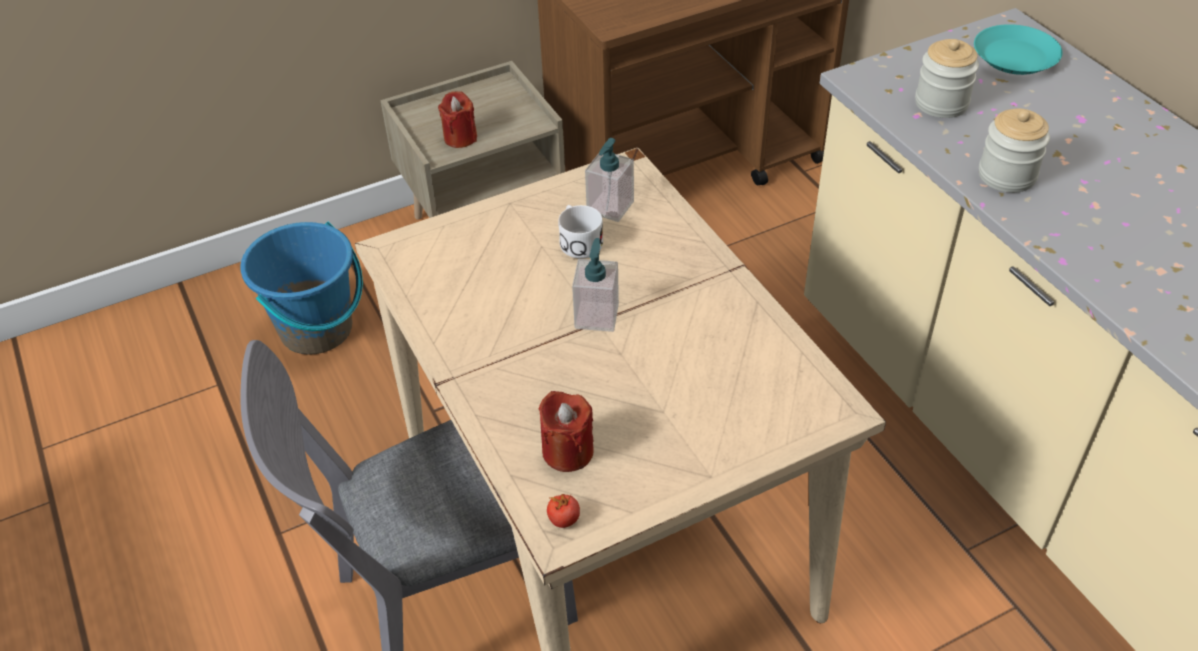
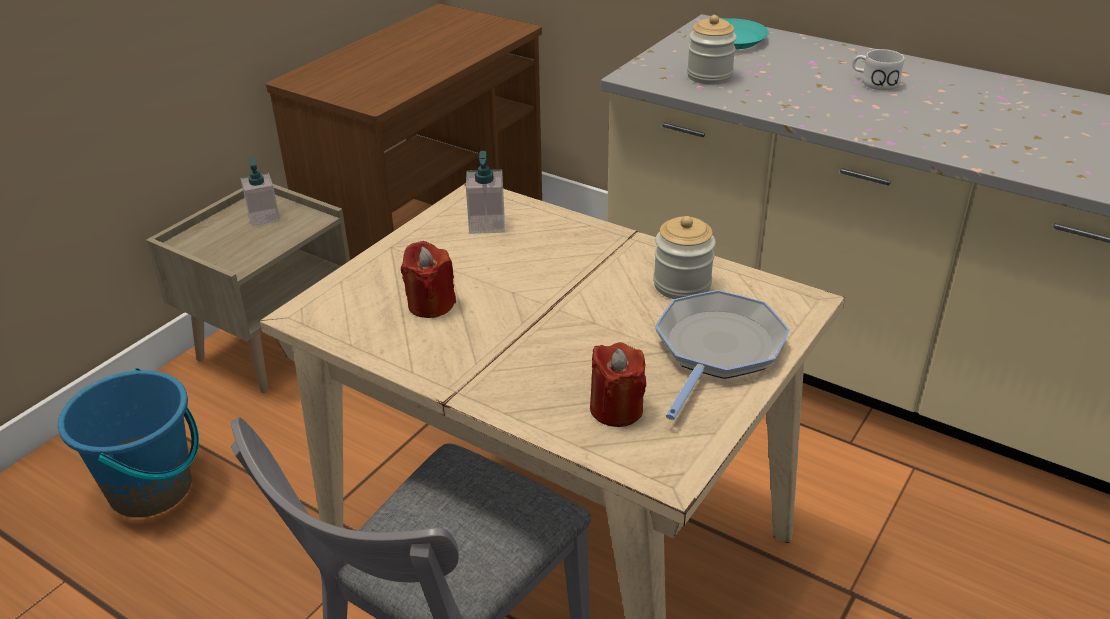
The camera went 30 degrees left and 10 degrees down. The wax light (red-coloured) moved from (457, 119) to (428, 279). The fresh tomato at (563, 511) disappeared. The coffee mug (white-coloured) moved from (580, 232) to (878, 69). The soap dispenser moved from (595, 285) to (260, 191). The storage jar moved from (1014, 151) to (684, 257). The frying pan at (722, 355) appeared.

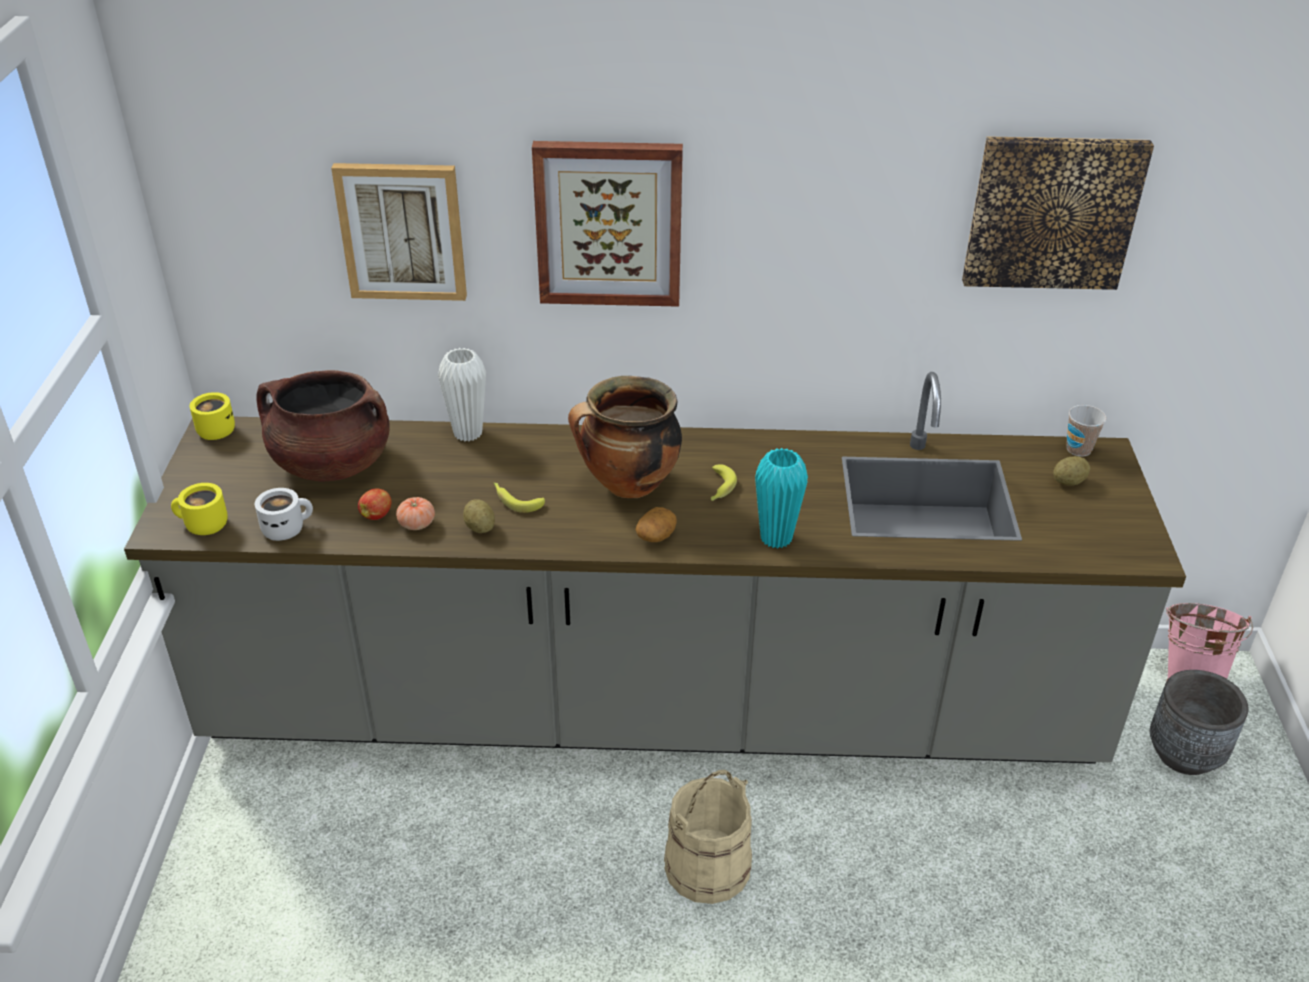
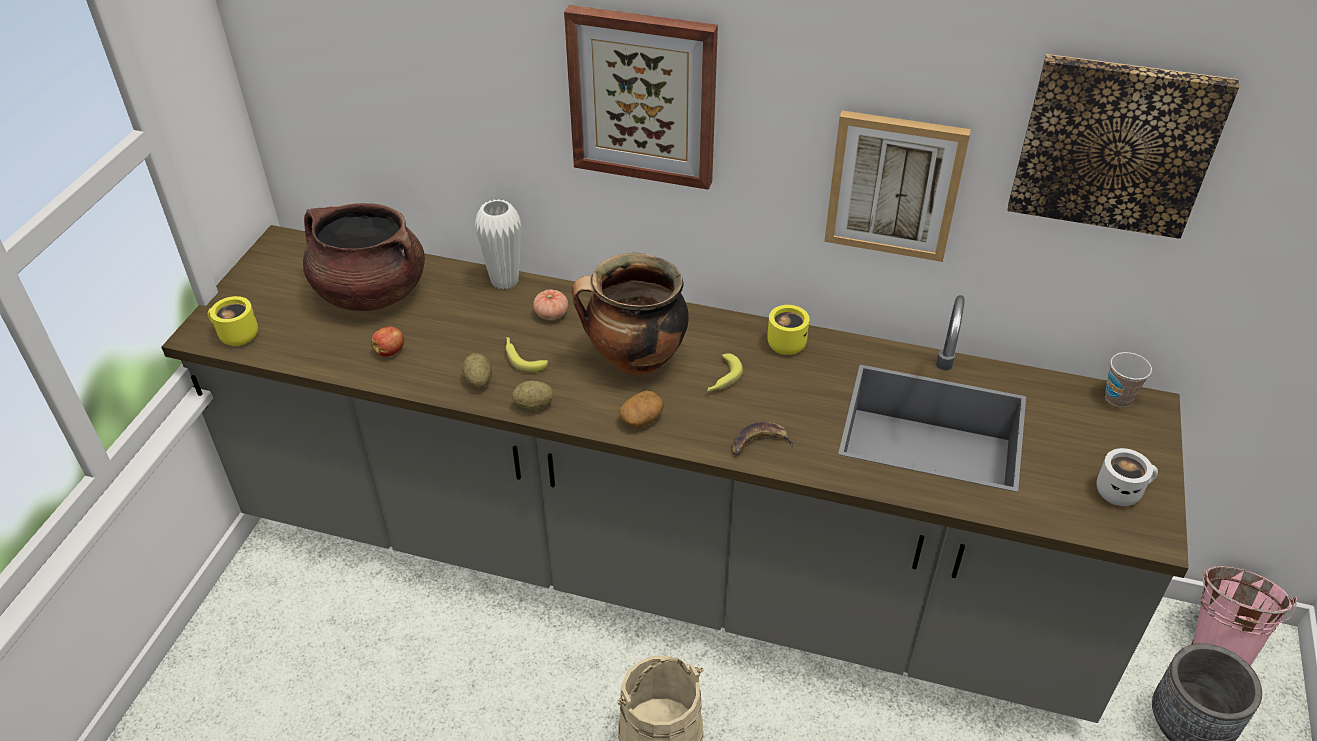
The camera went 15 degrees right and 5 degrees up. The coffee mug (yellow-coloured) moved from (212, 416) to (788, 330). The coffee mug (white-coloured) moved from (284, 514) to (1127, 477). The picture moved from (399, 232) to (897, 186). The fresh tomato moved from (415, 513) to (550, 304). The flower vase (blue-green) at (781, 498) was replaced by the banana fruit at (763, 438). The potato moved from (1071, 471) to (533, 396).

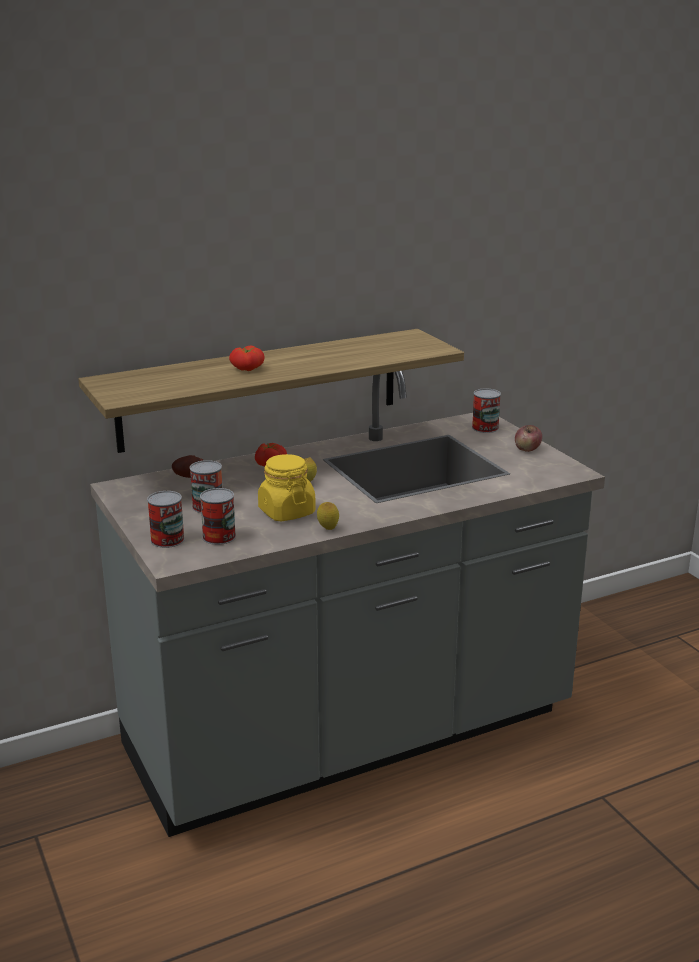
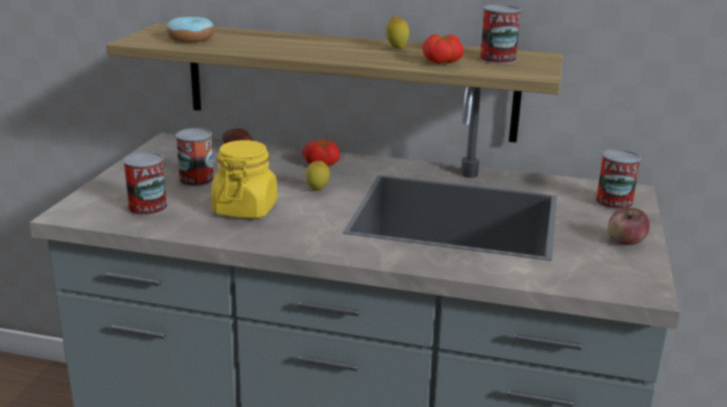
The camera went 40 degrees right and 0 degrees up. The sealed can moved from (166, 519) to (500, 34). The fresh tomato moved from (247, 358) to (443, 49). The whole lemon moved from (328, 516) to (397, 32). The donut at (190, 29) appeared.

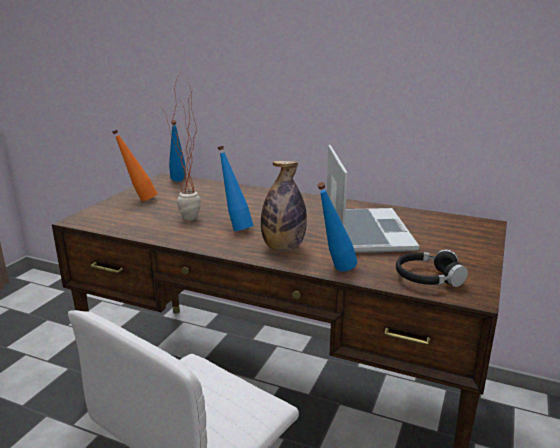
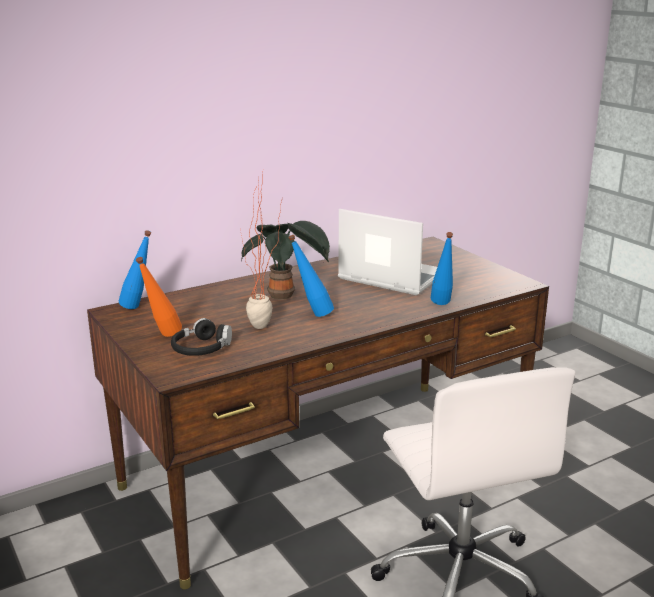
The camera went 55 degrees left and 0 degrees up. The bottle at (284, 206) disappeared. The headphones (black-coloured) moved from (432, 268) to (201, 337). The houseplant at (285, 260) appeared.

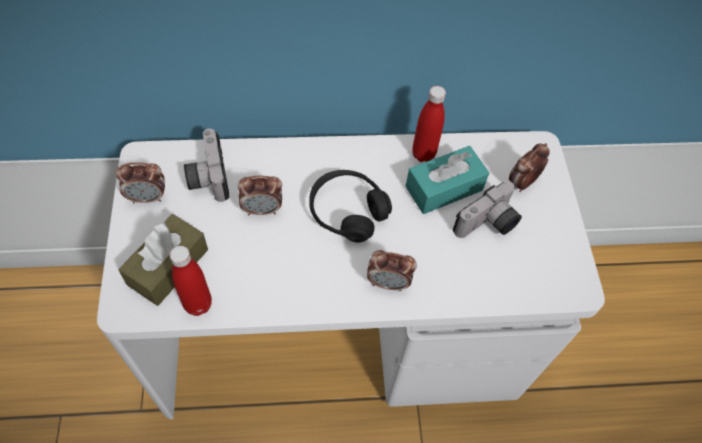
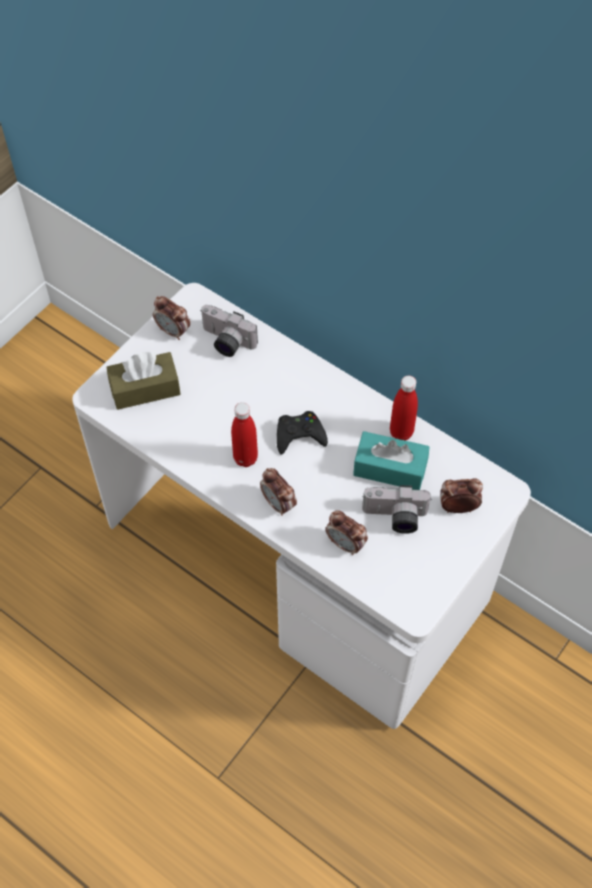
The camera went 45 degrees right and 0 degrees up. The bottle (red-coloured) moved from (191, 281) to (244, 435). The still camera at (206, 165) turned 90 degrees counterclockwise. The table clock moved from (260, 195) to (346, 532). The headphones (black-coloured) at (350, 206) was replaced by the game controller (black-coloured) at (302, 433).

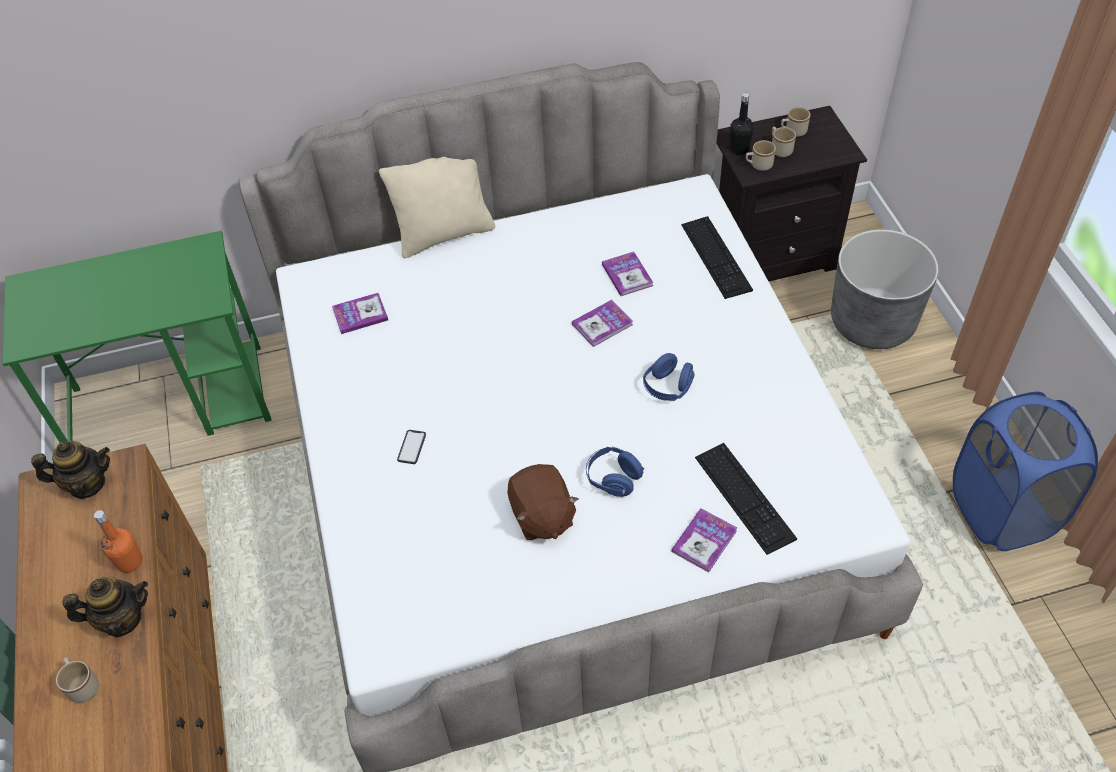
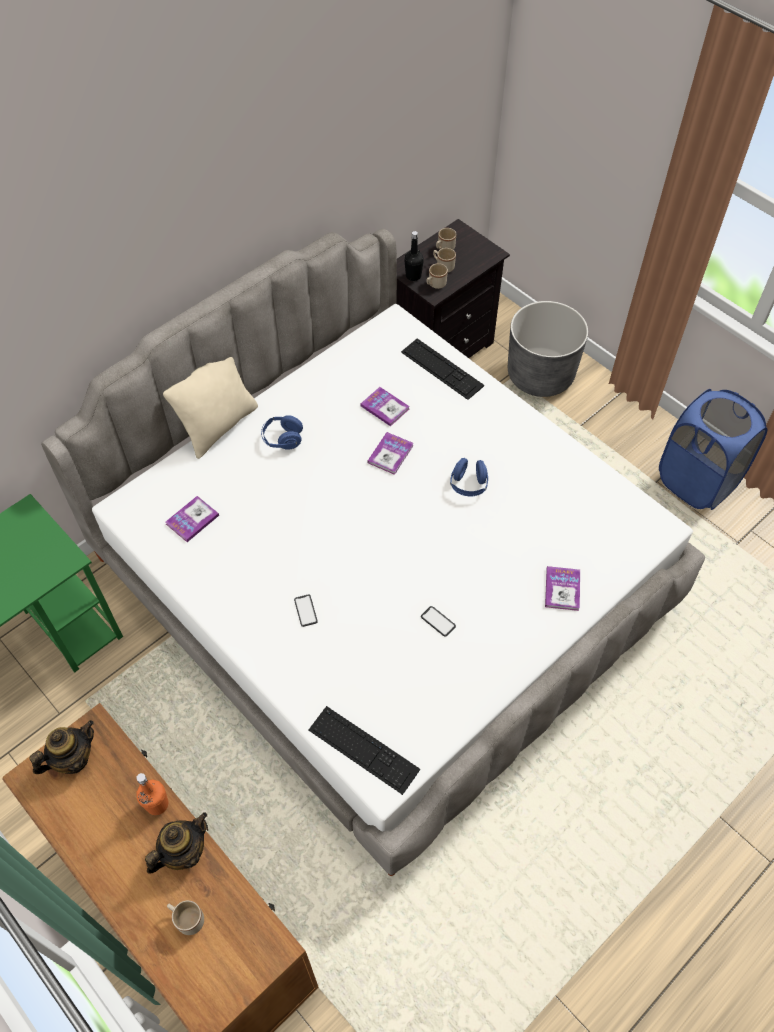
The camera went 30 degrees left and 5 degrees up. The plush toy (brownish) at (542, 502) was replaced by the handset at (438, 621). The headphones (bluish) moved from (615, 472) to (282, 432). The keyboard moved from (746, 499) to (364, 750).

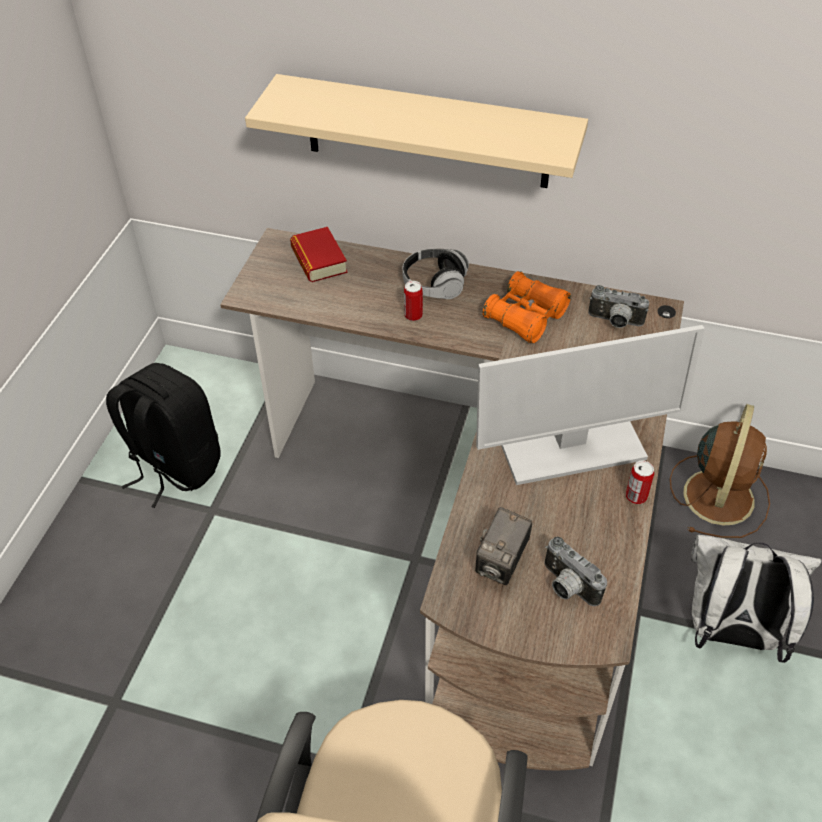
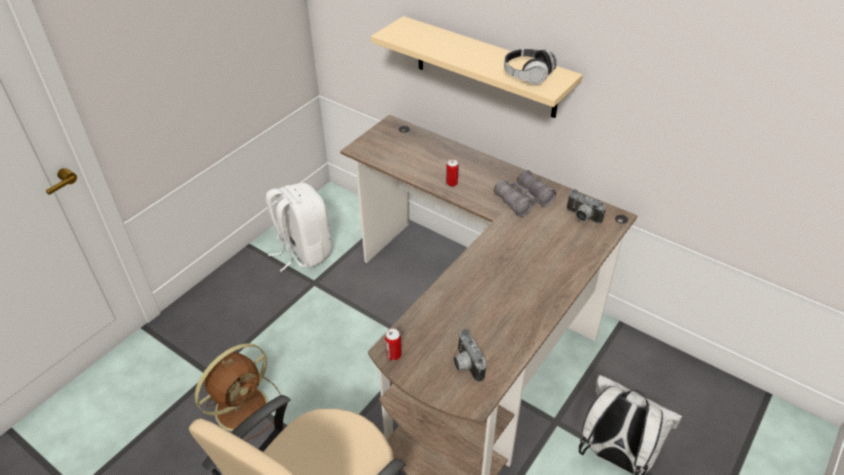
The camera went 20 degrees right and 5 degrees down. The knapsack (black-coloured) at (163, 435) became the knapsack (white-coloured) at (299, 227). The bound book at (319, 254) disappeared. The headphones moved from (435, 273) to (530, 66). The still camera at (503, 546) disappeared. The monitor at (590, 405) disappeared. The field glasses (orangey) at (526, 307) became the field glasses (greyish) at (525, 193). The sealed can moved from (640, 482) to (393, 344). The electric fan (brownish) moved from (720, 471) to (237, 392).

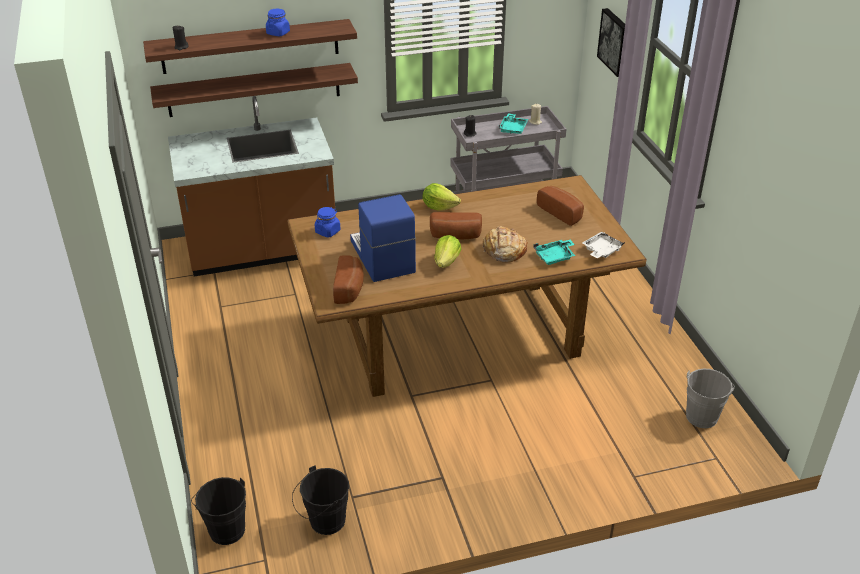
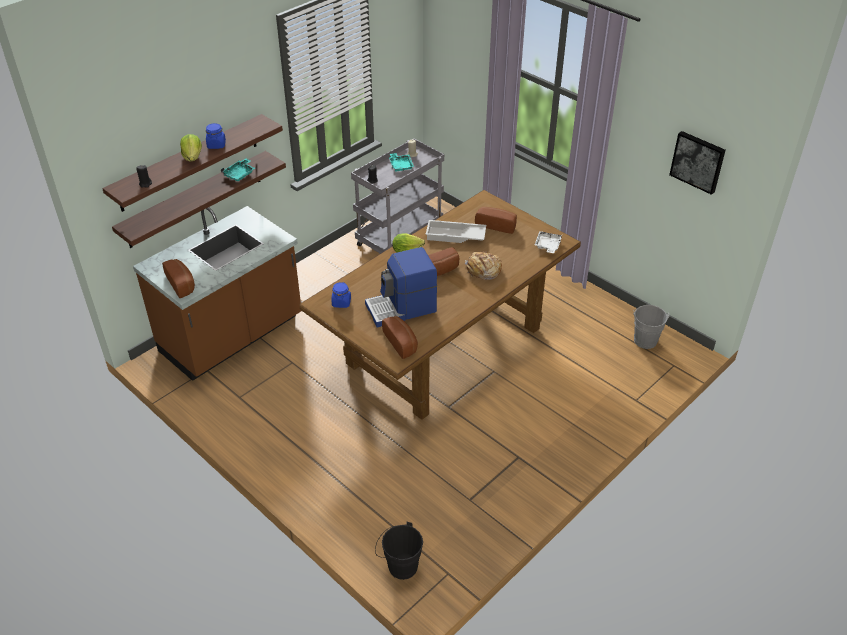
The camera went 30 degrees left and 5 degrees up. The pail (black-coloured) at (320, 500) disappeared. The coffee machine at (383, 238) turned 60 degrees counterclockwise. The head of lettuce moved from (447, 251) to (191, 147). The tray (blue-green) moved from (554, 252) to (238, 169). The picture moved from (611, 42) to (697, 163). The bread at (178, 278) appeared. The tray (white-coloured) at (456, 231) appeared.

